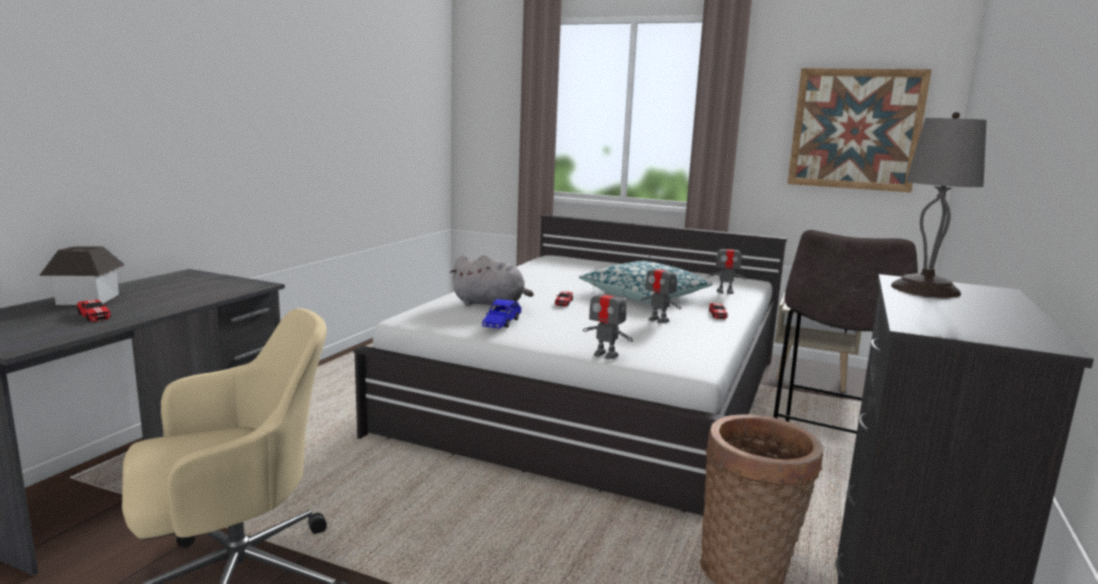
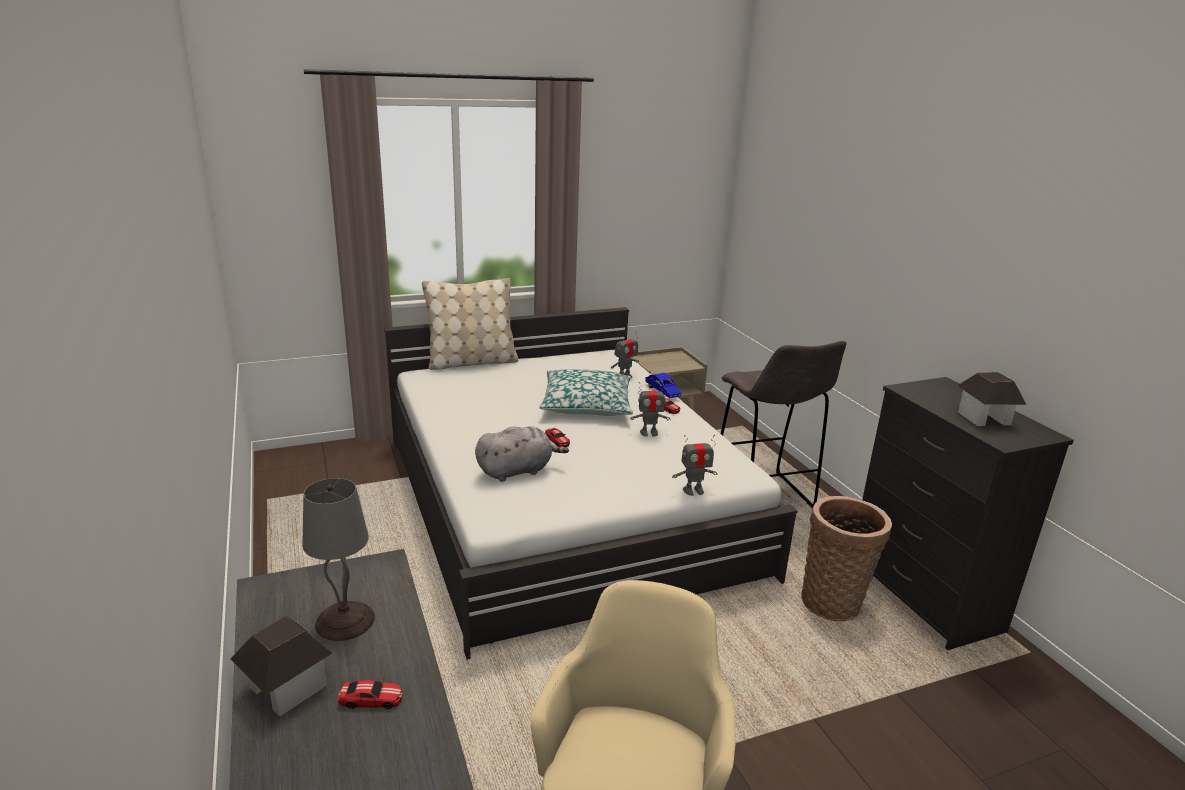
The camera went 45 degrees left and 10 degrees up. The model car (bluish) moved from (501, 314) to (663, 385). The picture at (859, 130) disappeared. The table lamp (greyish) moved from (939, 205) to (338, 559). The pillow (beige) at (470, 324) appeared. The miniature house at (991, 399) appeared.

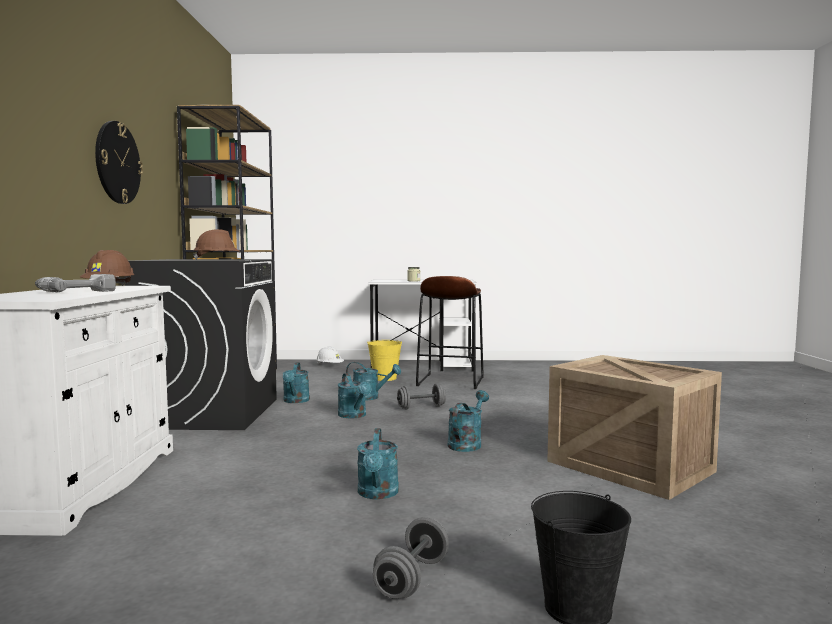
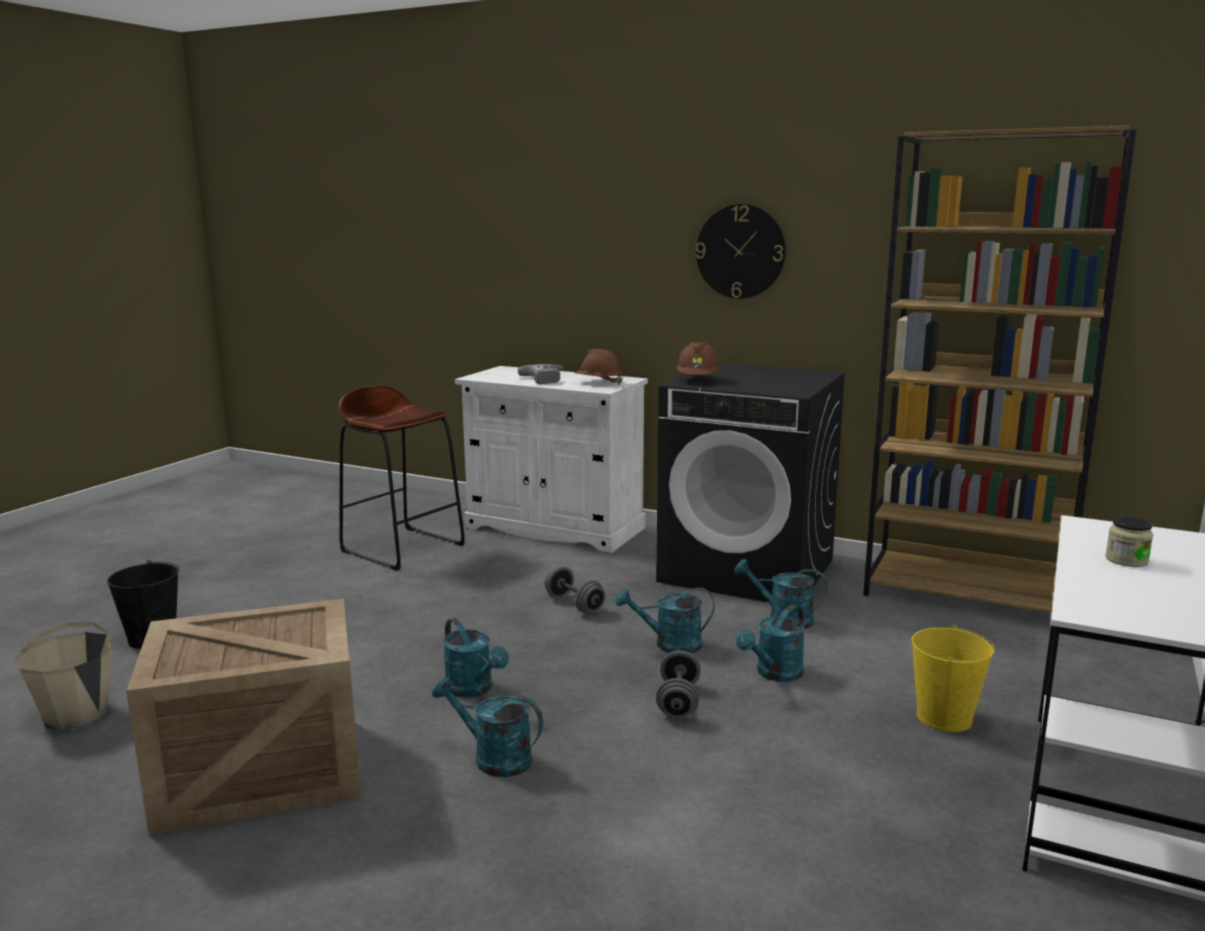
The camera went 115 degrees right and 10 degrees up. The work helmet (white-coloured) at (330, 355) disappeared. The watering pot (blue-green) moved from (378, 463) to (487, 727). The hand weight (greyish) moved from (411, 558) to (575, 590). The stool seat (brownish) moved from (450, 332) to (402, 478). The pail (beige) at (63, 676) appeared.

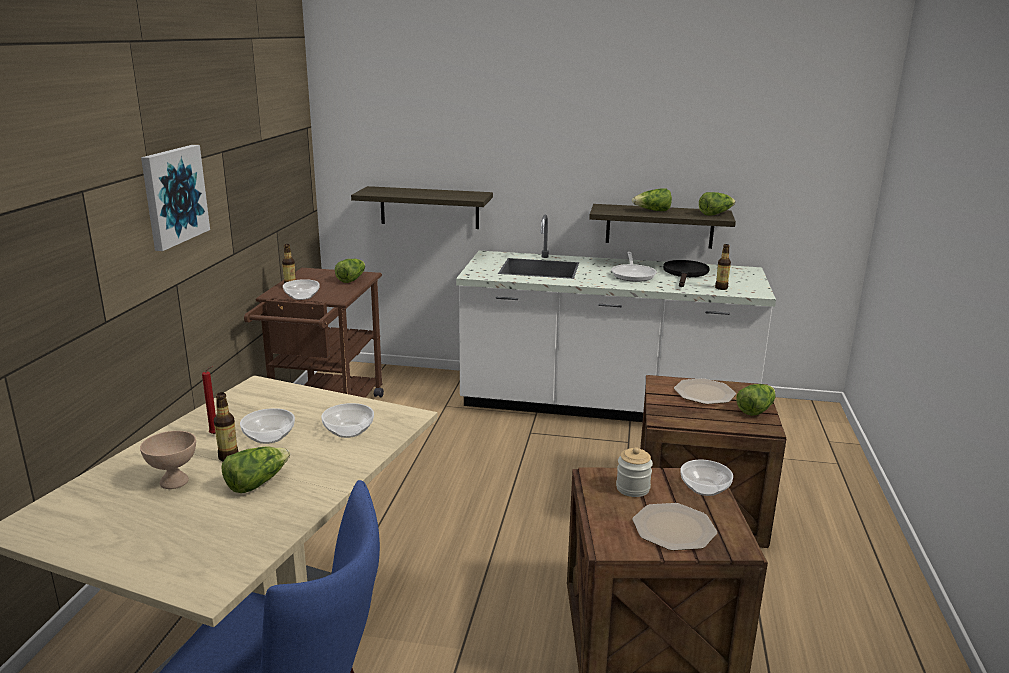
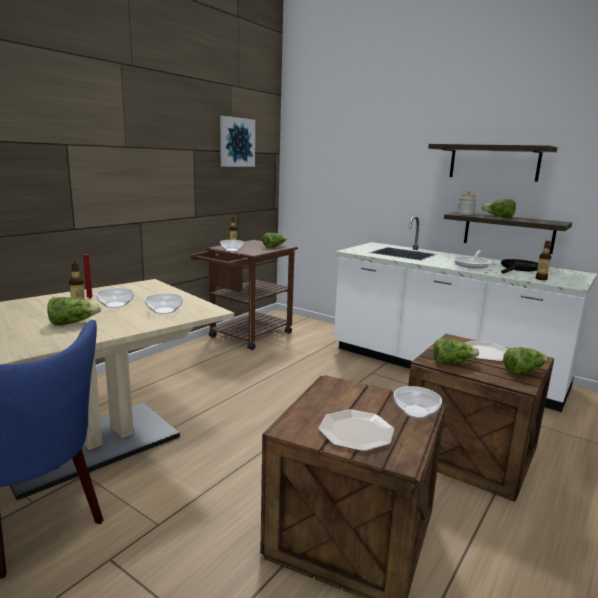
The camera went 25 degrees right and 5 degrees down. The bowl (beige) at (168, 460) disappeared. The picture moved from (175, 198) to (237, 141). The wall shelf moved from (422, 207) to (492, 163). The storage jar moved from (634, 472) to (467, 203). The head of lettuce moved from (717, 204) to (456, 351).

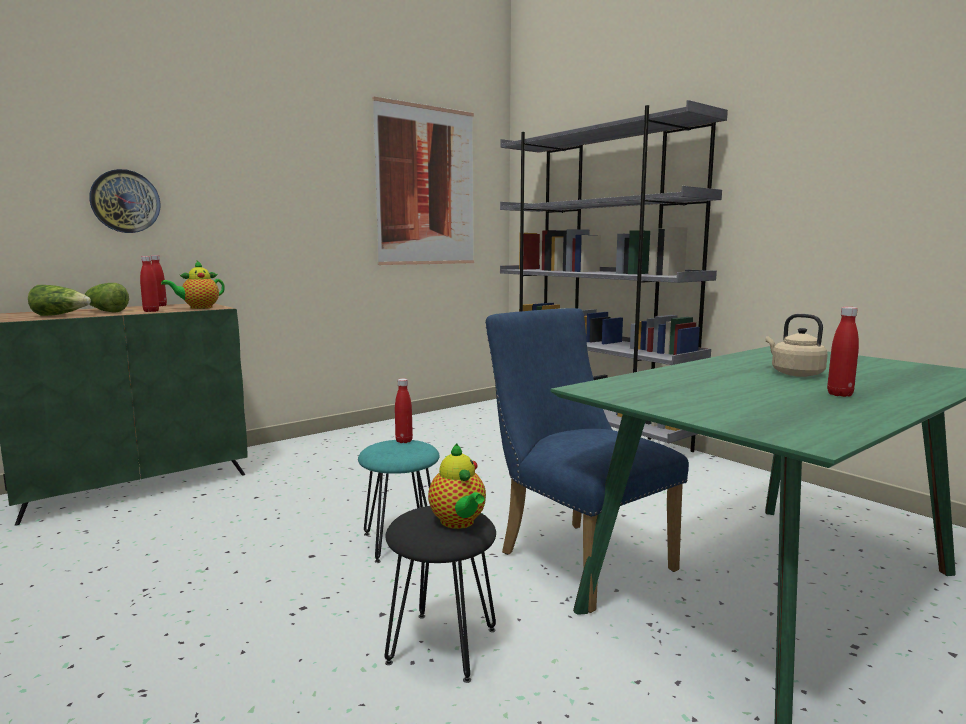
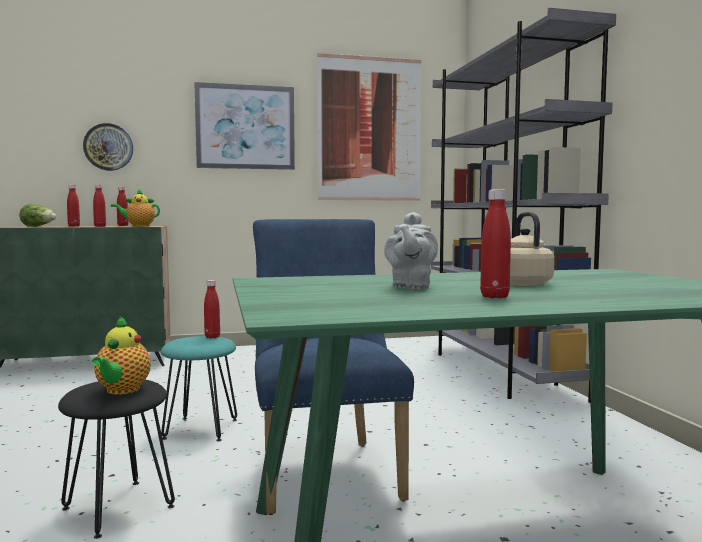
The camera went 25 degrees right and 5 degrees down. The head of lettuce at (106, 298) was replaced by the bottle (red-coloured) at (73, 206). The picture at (244, 126) appeared. The pot for tea (greyish) at (411, 250) appeared.

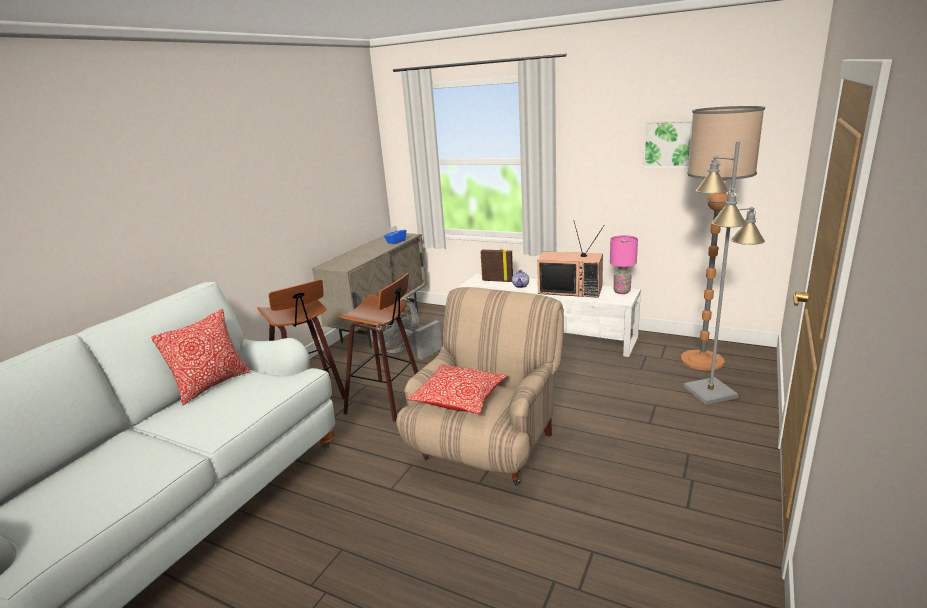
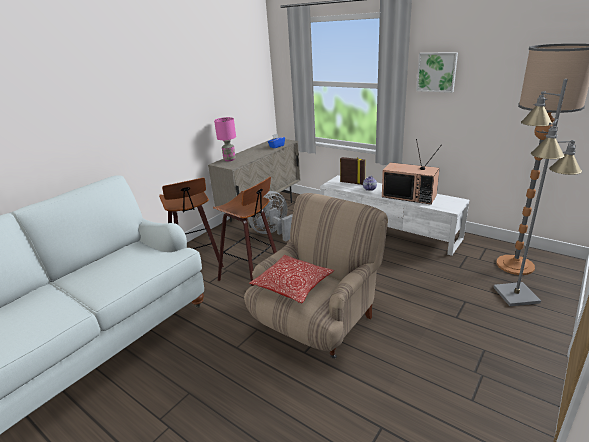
The camera went 10 degrees right and 5 degrees up. The pillow at (200, 357) disappeared. The table lamp (pink) moved from (624, 264) to (225, 139). The picture moved from (667, 144) to (437, 72).

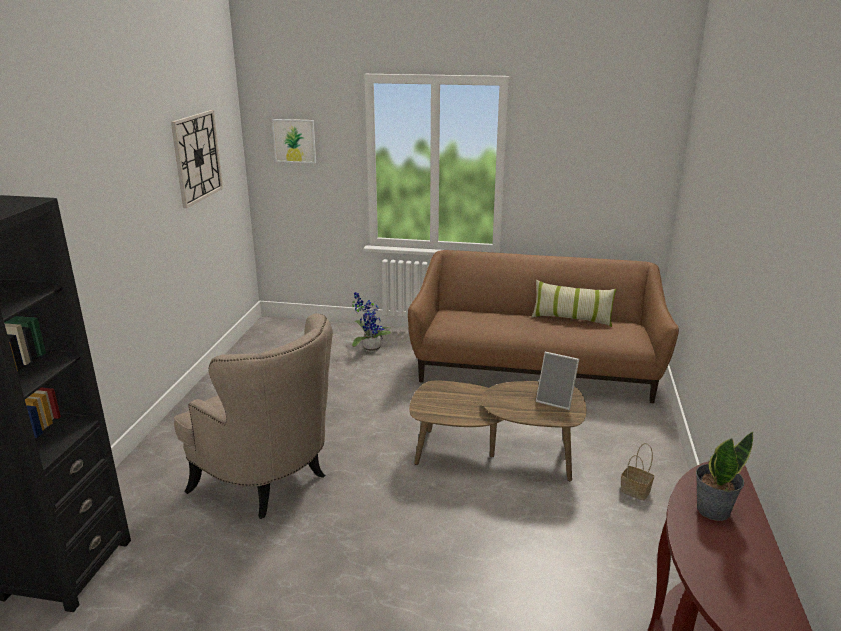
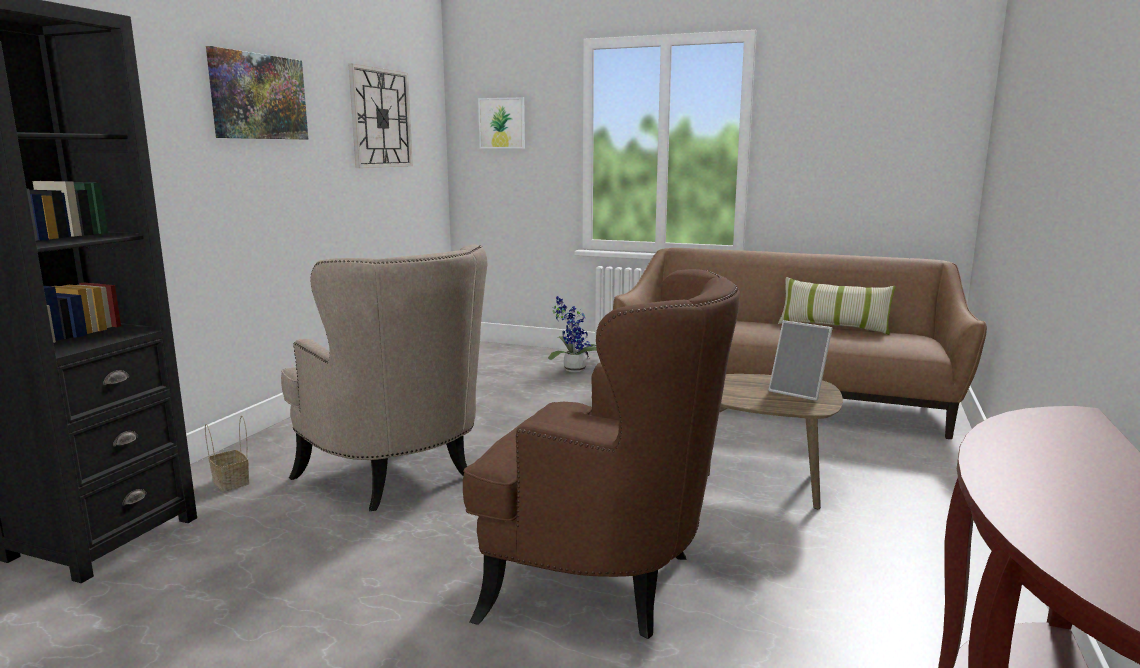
The camera went 10 degrees right and 10 degrees down. The storage basket moved from (637, 472) to (227, 454). The houseplant at (724, 476) disappeared. The picture at (257, 92) appeared. The easy chair (brownish) at (601, 454) appeared.

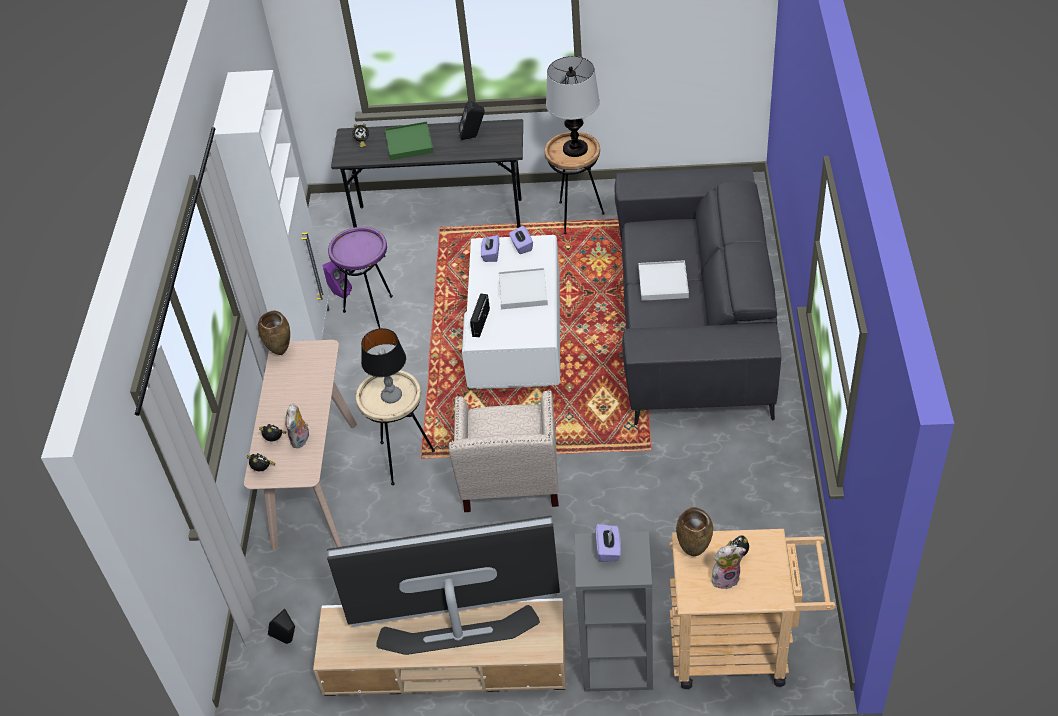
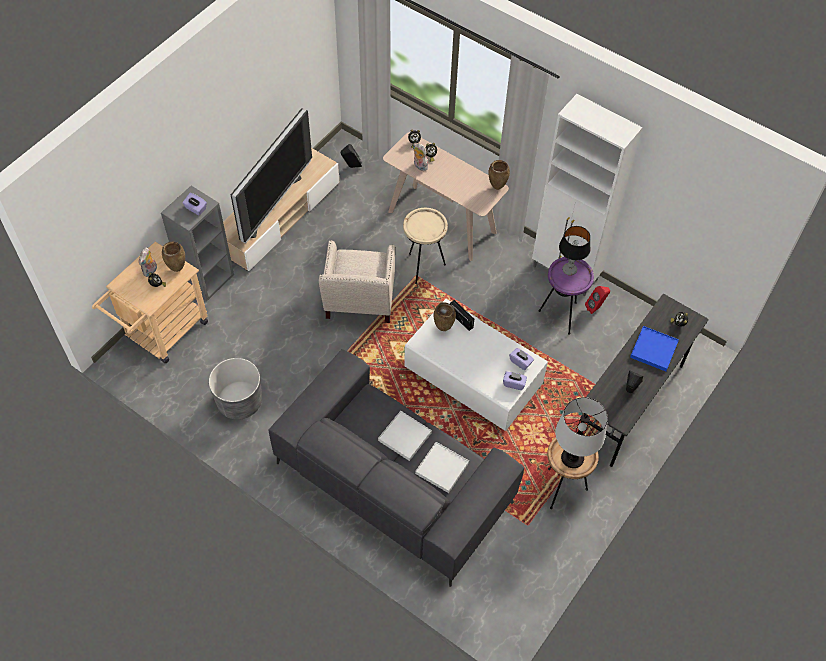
The camera went 120 degrees right and 10 degrees up. The speaker (purple) at (337, 279) became the speaker (red-coloured) at (597, 300). The table lamp moved from (383, 365) to (575, 251). The tray (greenish) at (409, 141) became the tray (bluish) at (654, 348). The easy chair (beige) at (504, 451) turned 120 degrees counterclockwise. The tray (white-coloured) moved from (523, 288) to (442, 467). The plant pot (greyish) at (235, 389) appeared. The flower vase (brownish) at (444, 316) appeared.

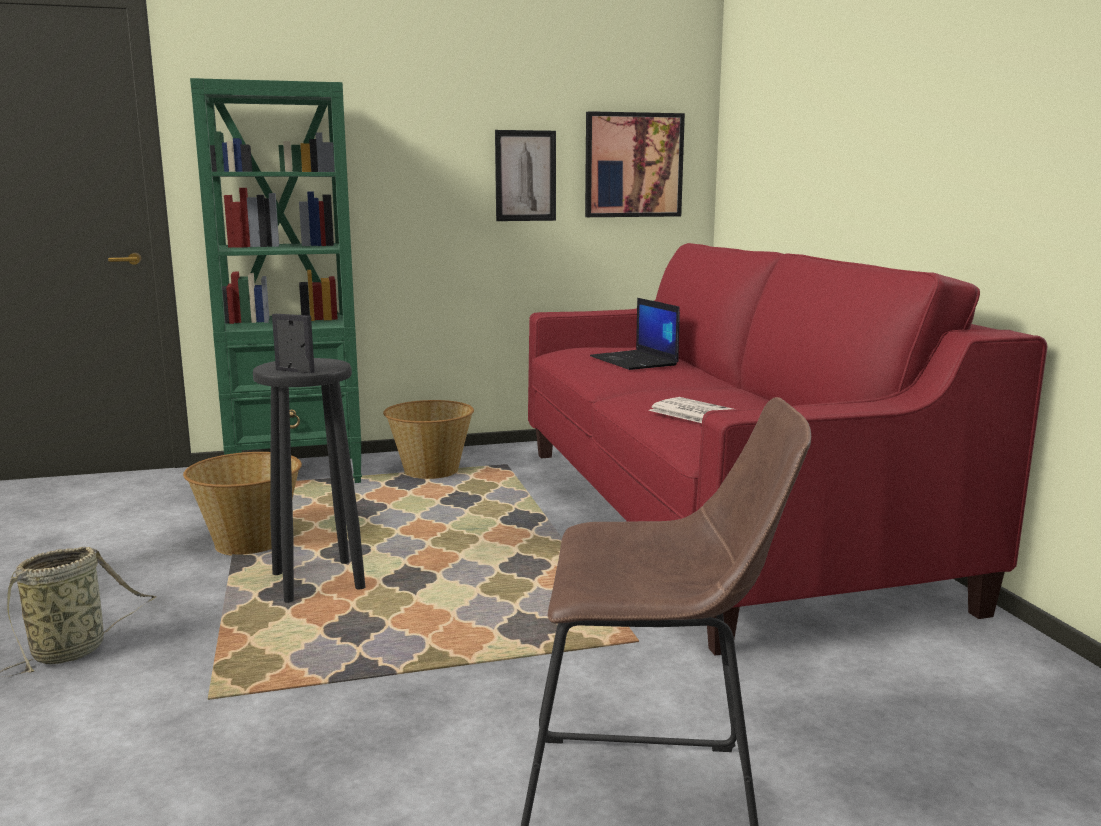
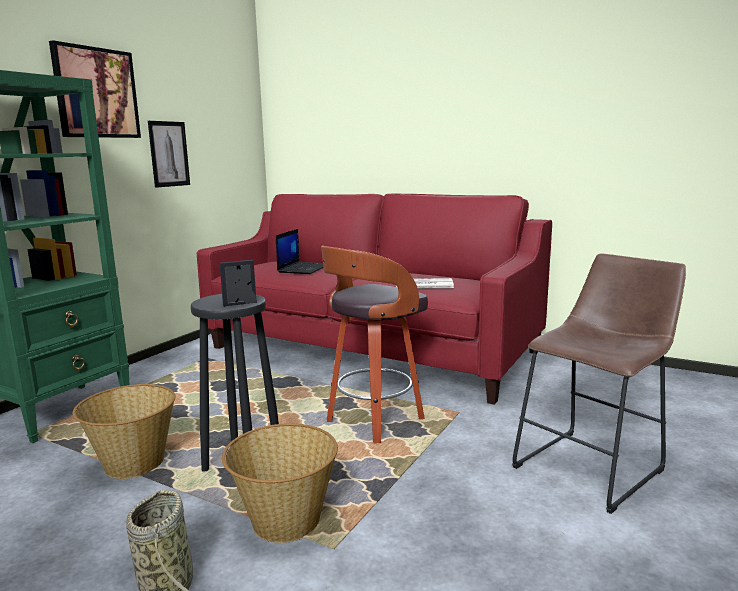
The camera went 45 degrees left and 0 degrees up. The storage basket moved from (428, 439) to (280, 483). The picture moved from (635, 164) to (95, 89). The laptop at (635, 334) turned 90 degrees counterclockwise. The stool seat at (374, 344) appeared.

